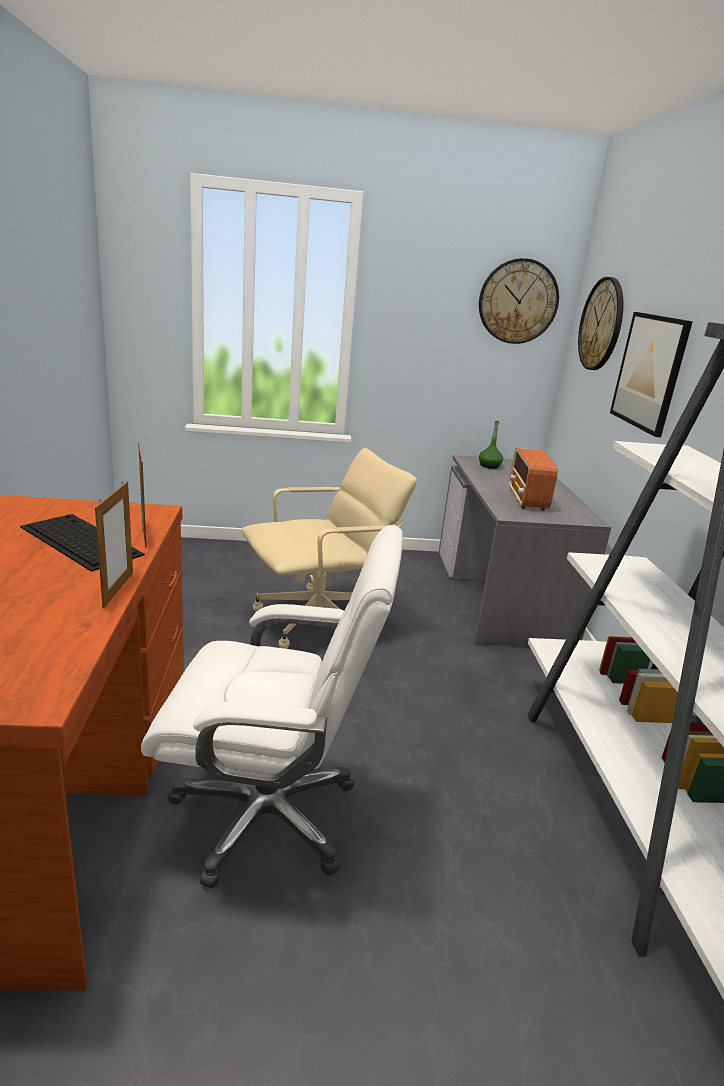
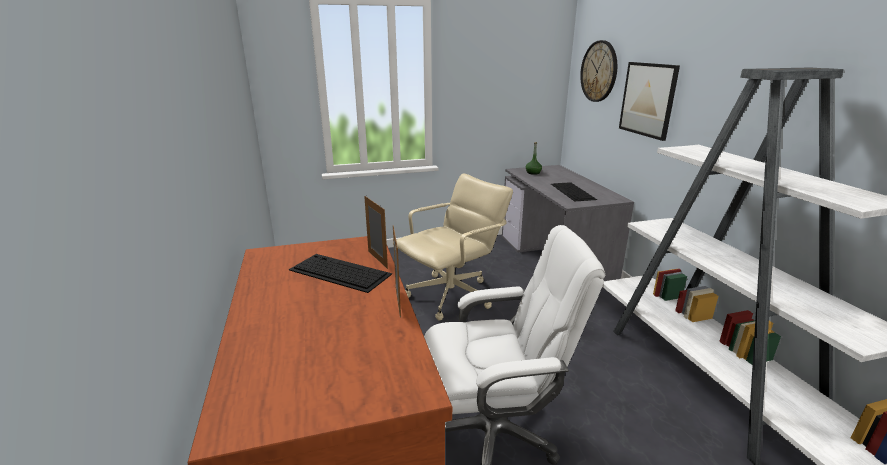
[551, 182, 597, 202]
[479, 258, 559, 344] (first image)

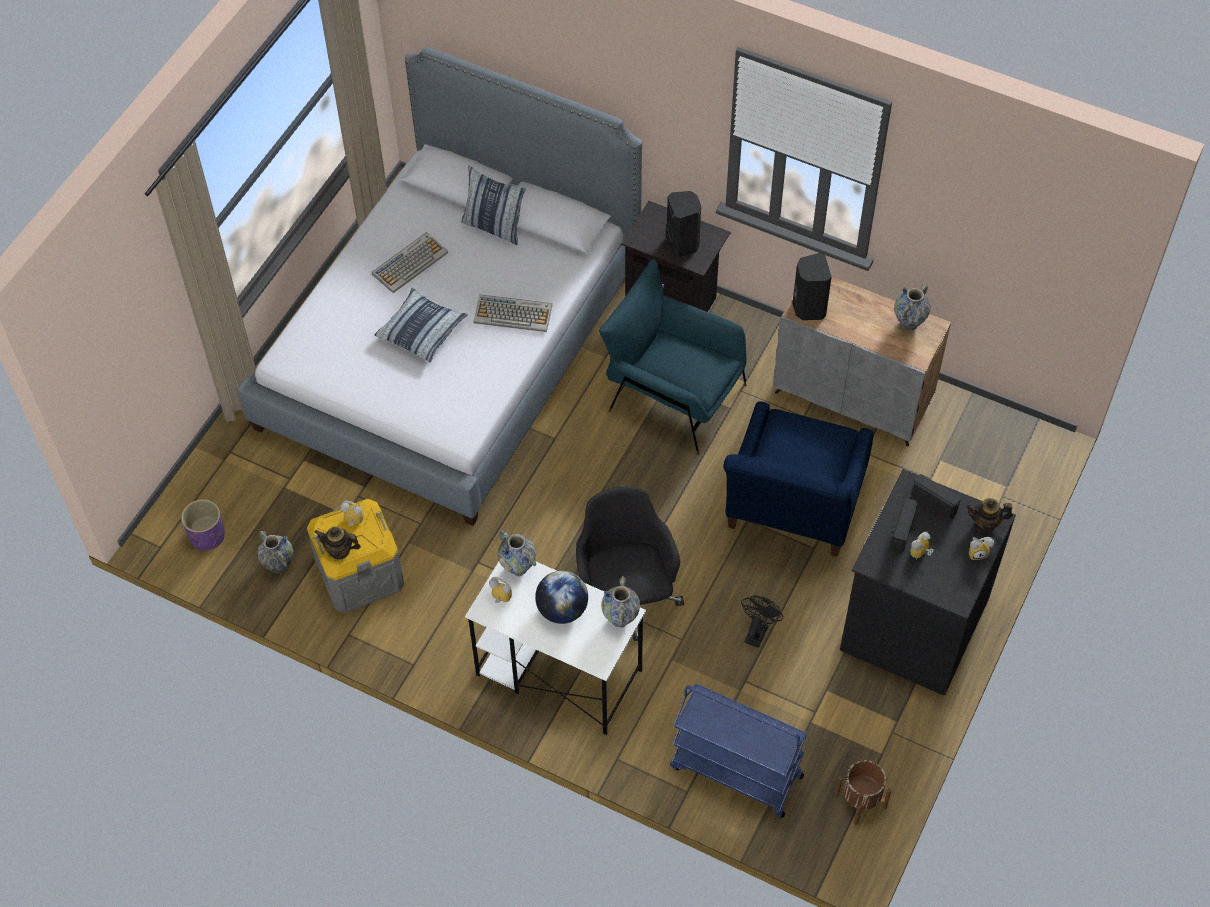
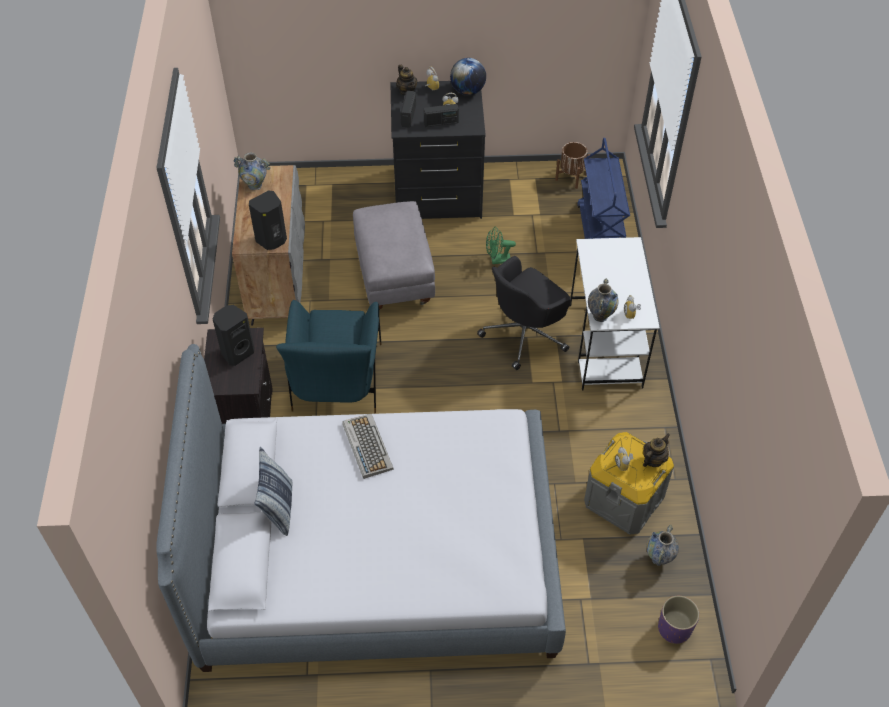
[353, 201, 435, 310]
[450, 58, 486, 95]
[486, 226, 516, 264]
[643, 434, 670, 467]
[372, 232, 448, 293] (first image)
[375, 288, 468, 362] (first image)
[601, 576, 640, 628] (first image)

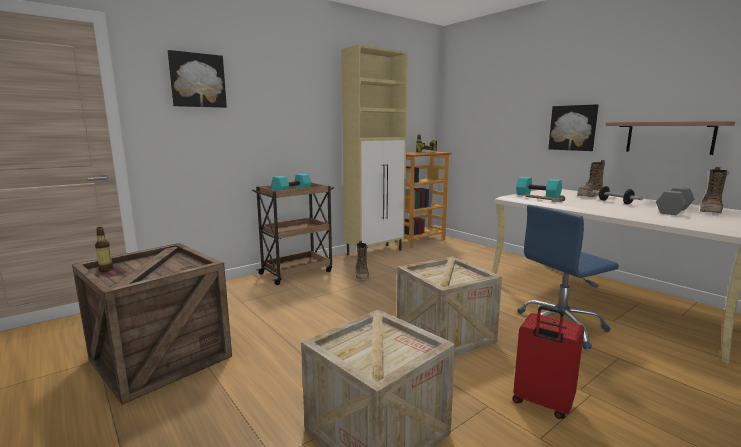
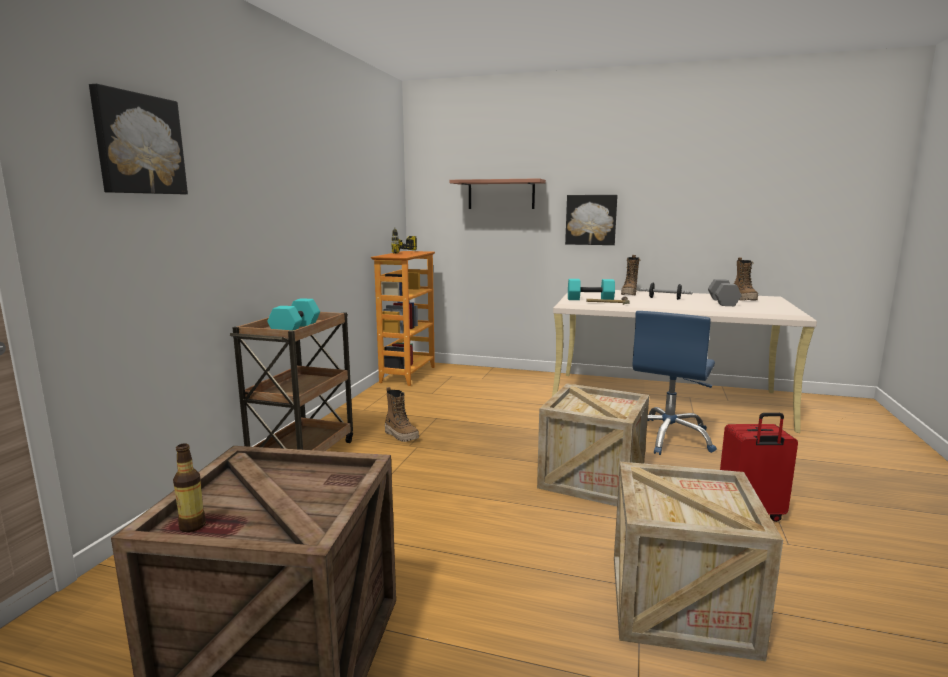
[449, 178, 546, 209]
[341, 45, 408, 255] (first image)

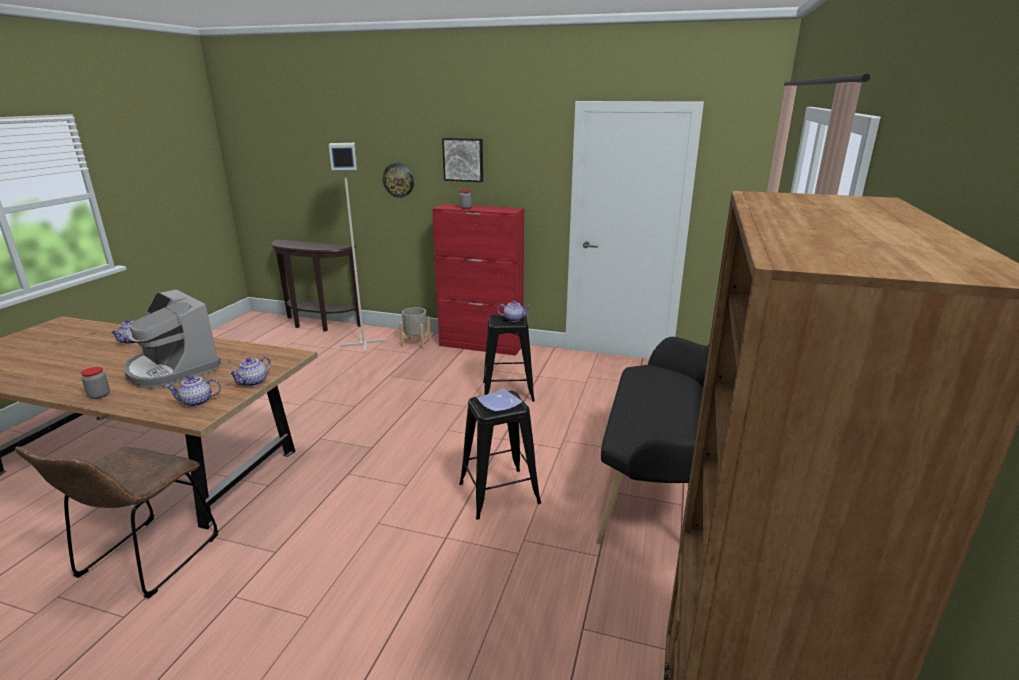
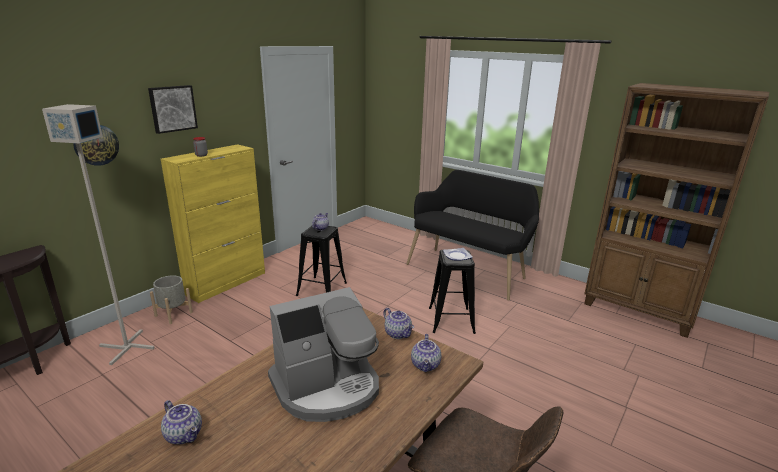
[161, 144, 265, 303]
[81, 367, 110, 399] (first image)

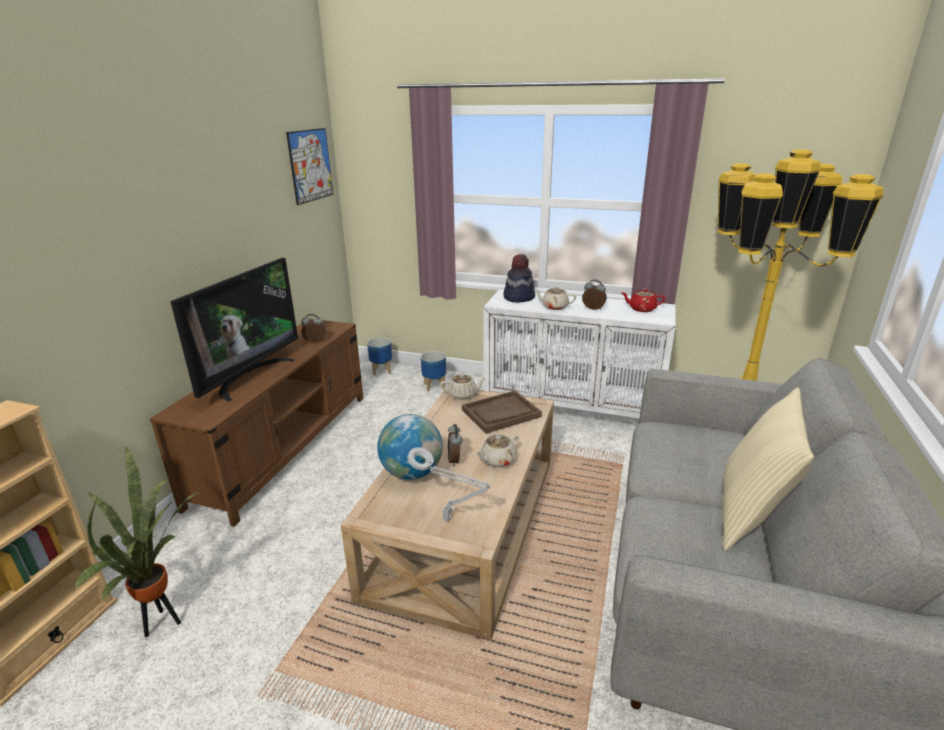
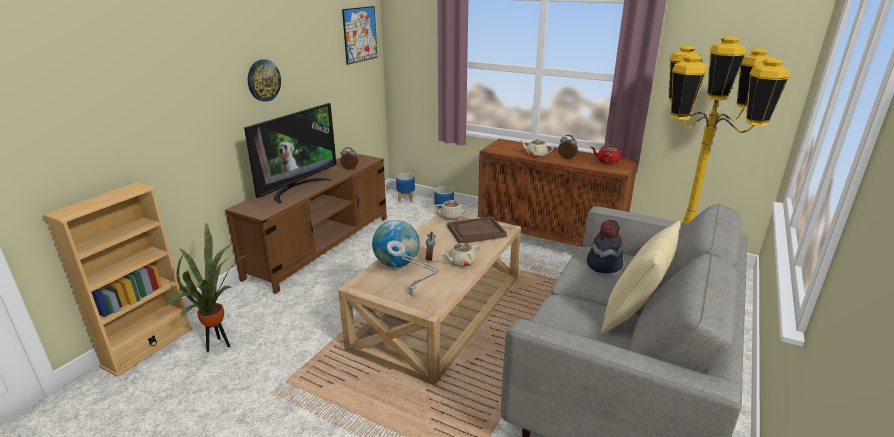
[248, 59, 281, 102]
[478, 139, 638, 247]
[587, 220, 623, 273]

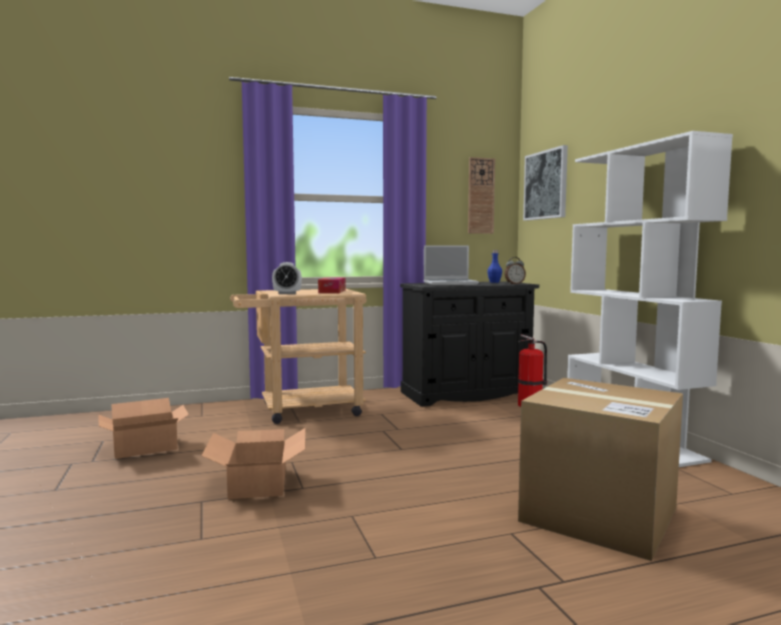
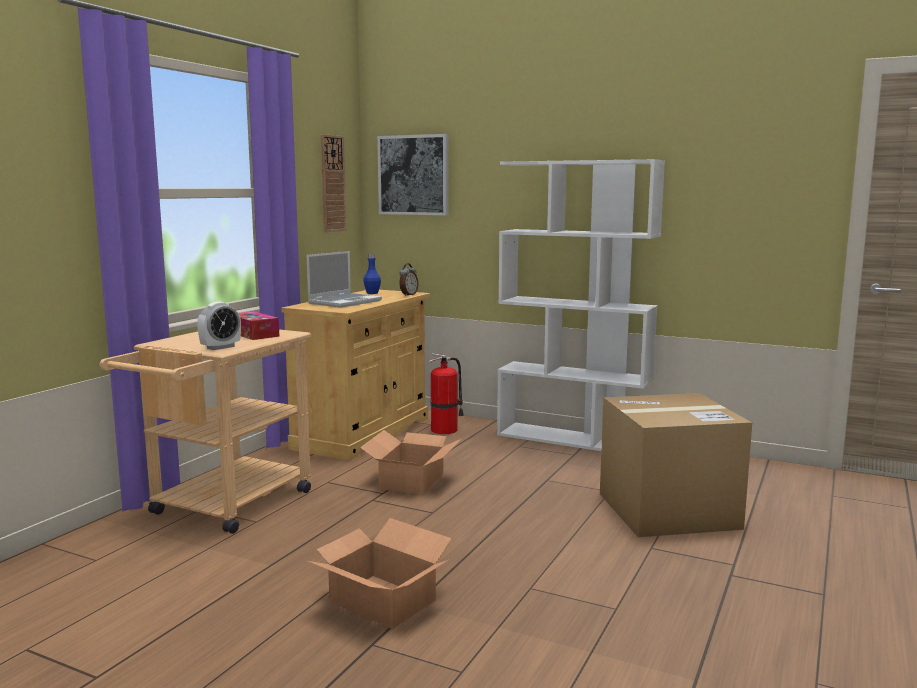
[281, 290, 430, 461]
[360, 430, 461, 494]

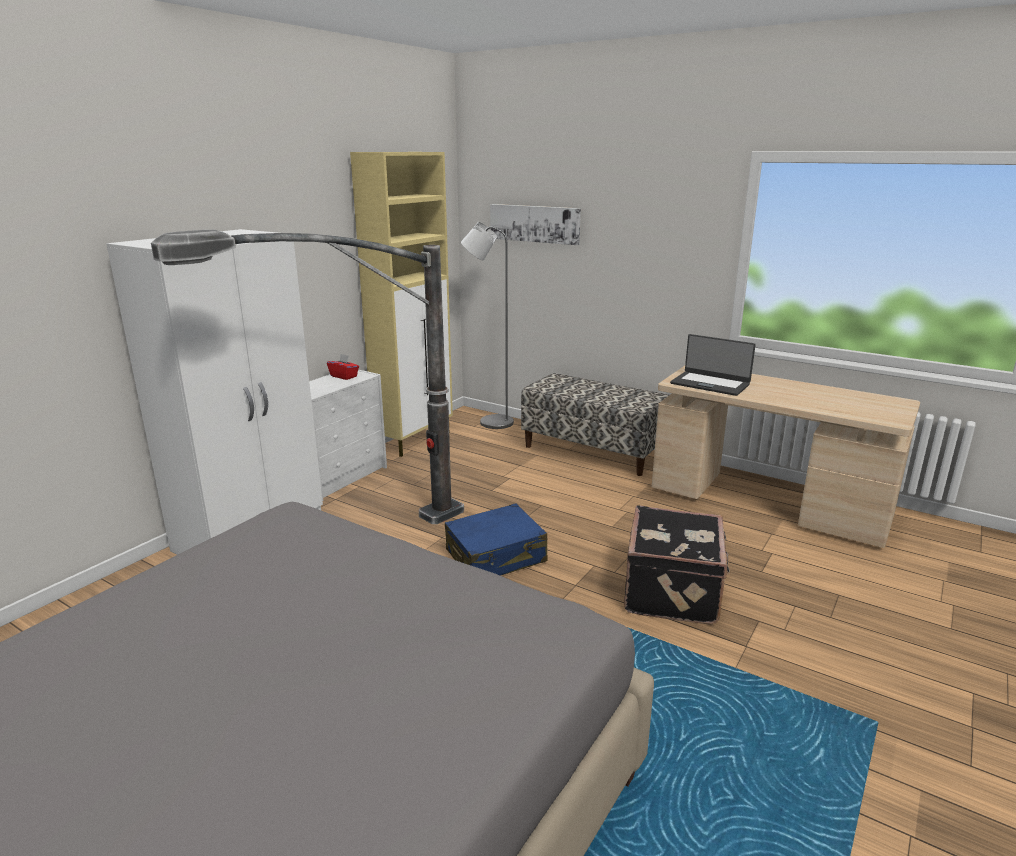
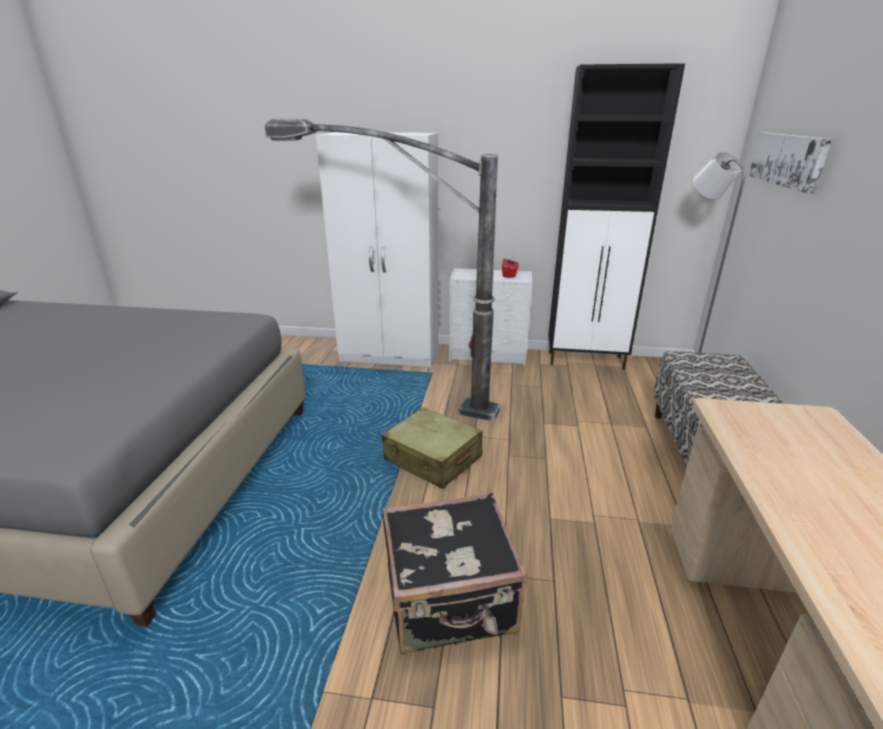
[382, 407, 483, 489]
[548, 63, 685, 370]
[670, 334, 756, 396] (first image)

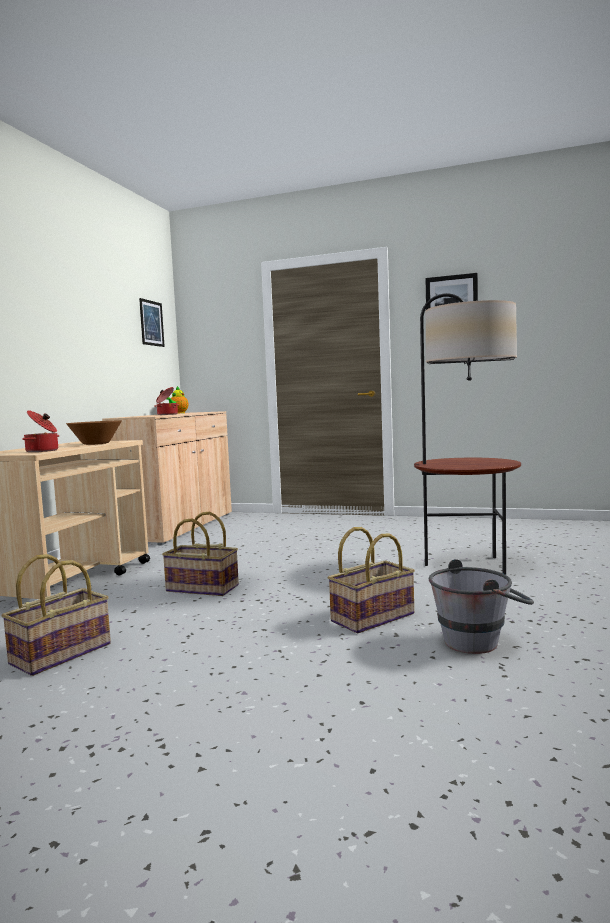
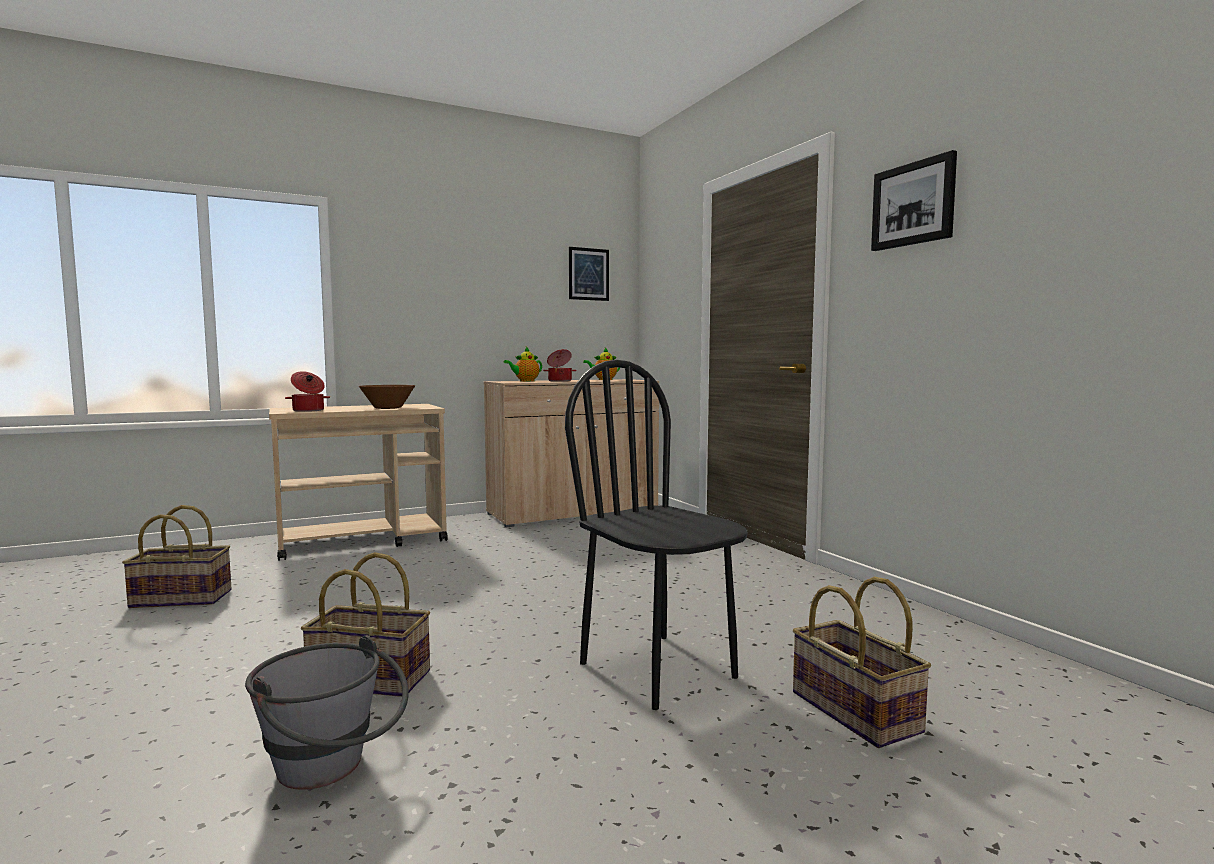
[504, 347, 542, 381]
[565, 360, 748, 710]
[793, 576, 931, 748]

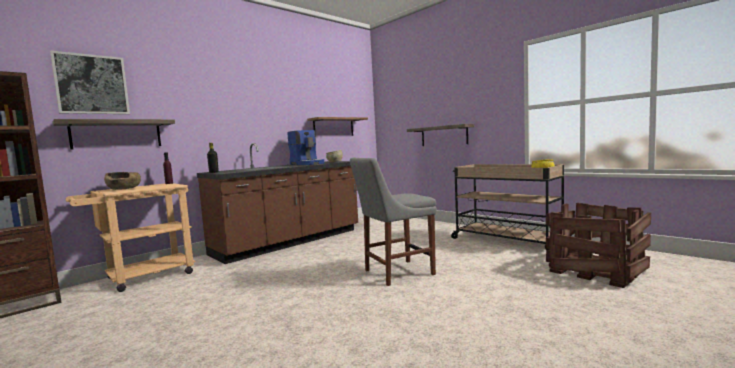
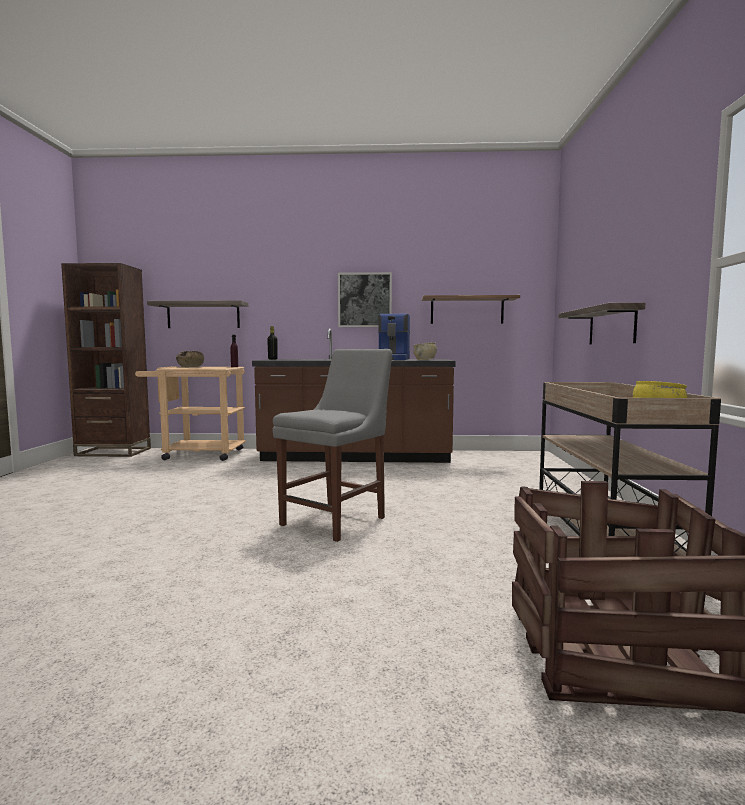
[272, 349, 392, 542]
[338, 272, 392, 327]

